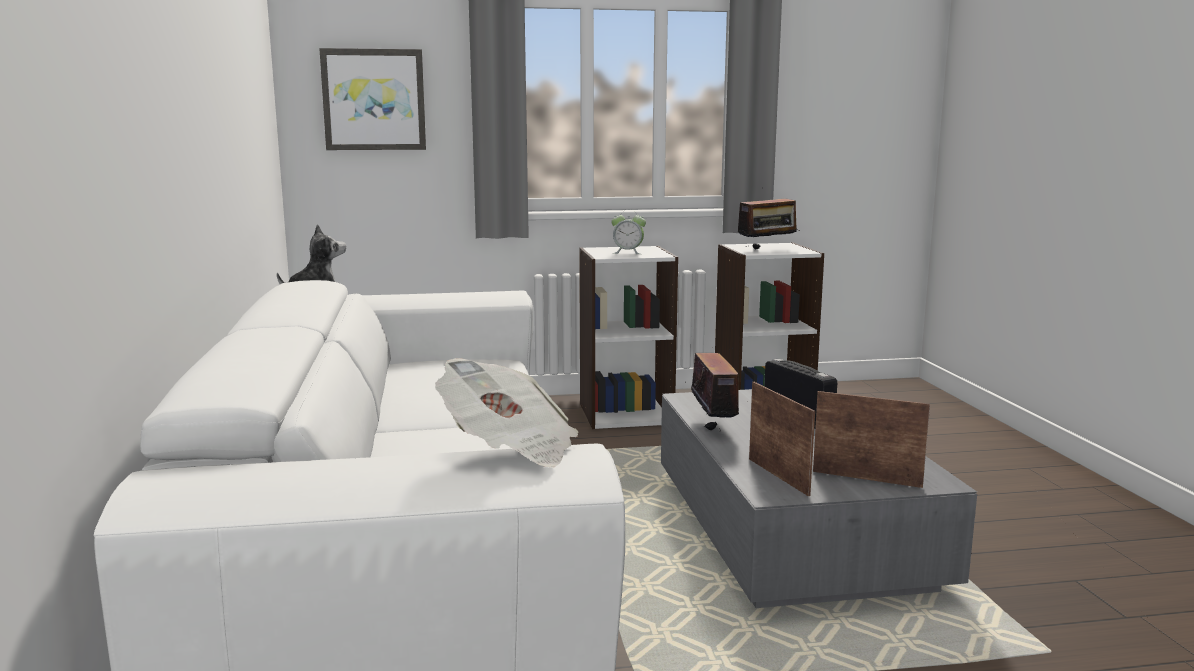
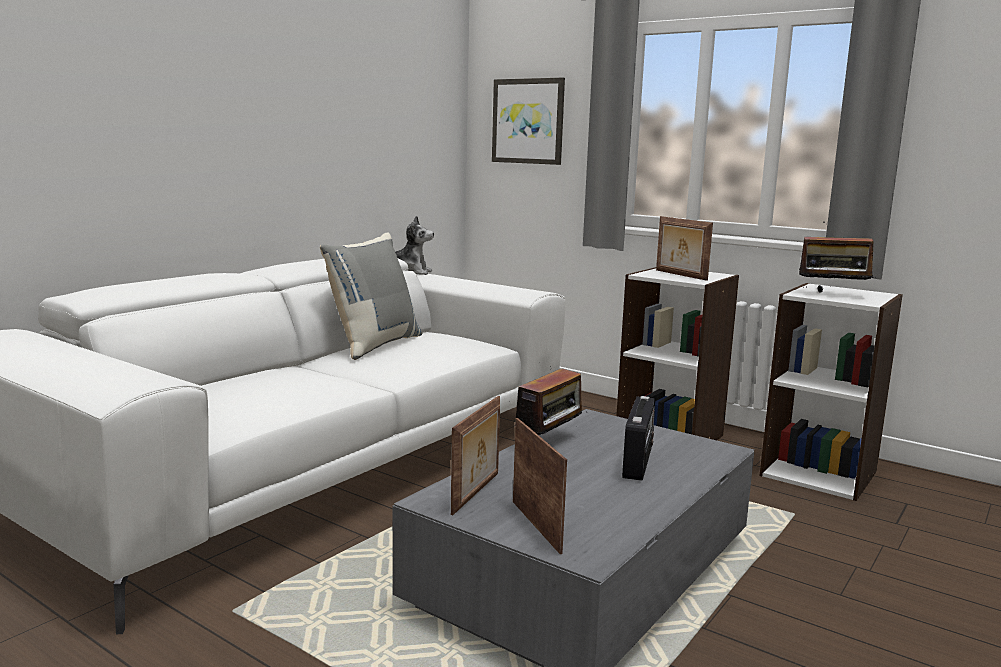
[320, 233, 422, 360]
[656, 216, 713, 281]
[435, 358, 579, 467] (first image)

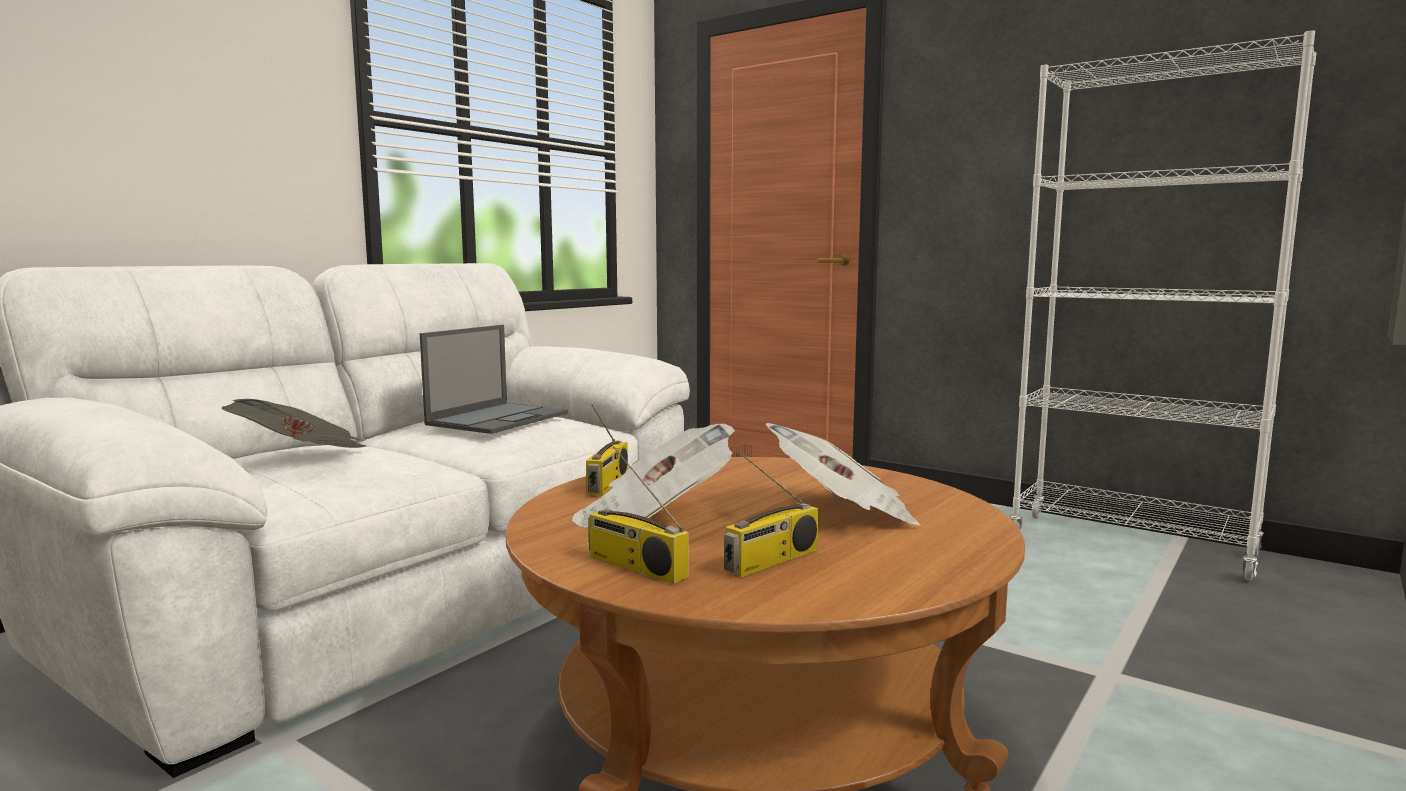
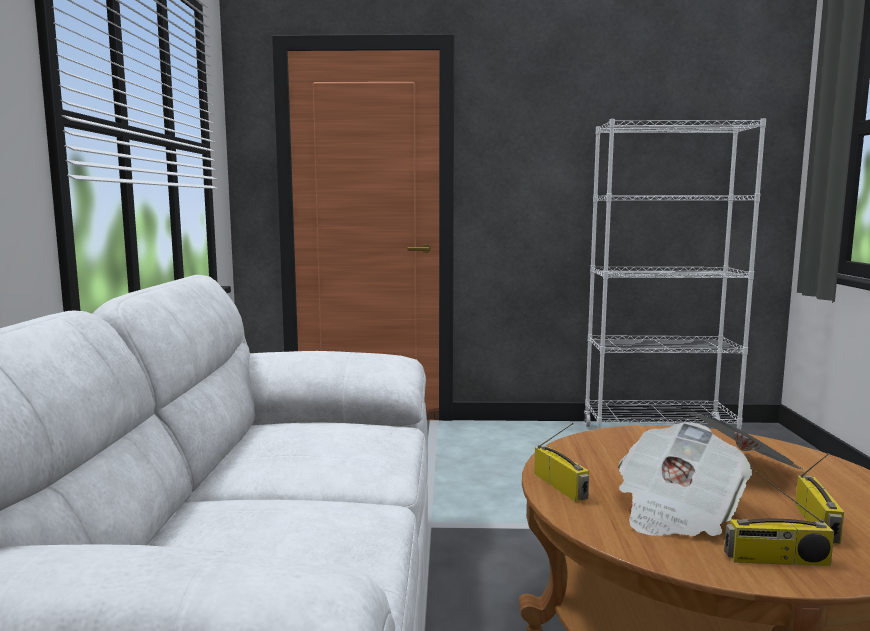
[222, 399, 366, 448] (first image)
[420, 325, 568, 434] (first image)

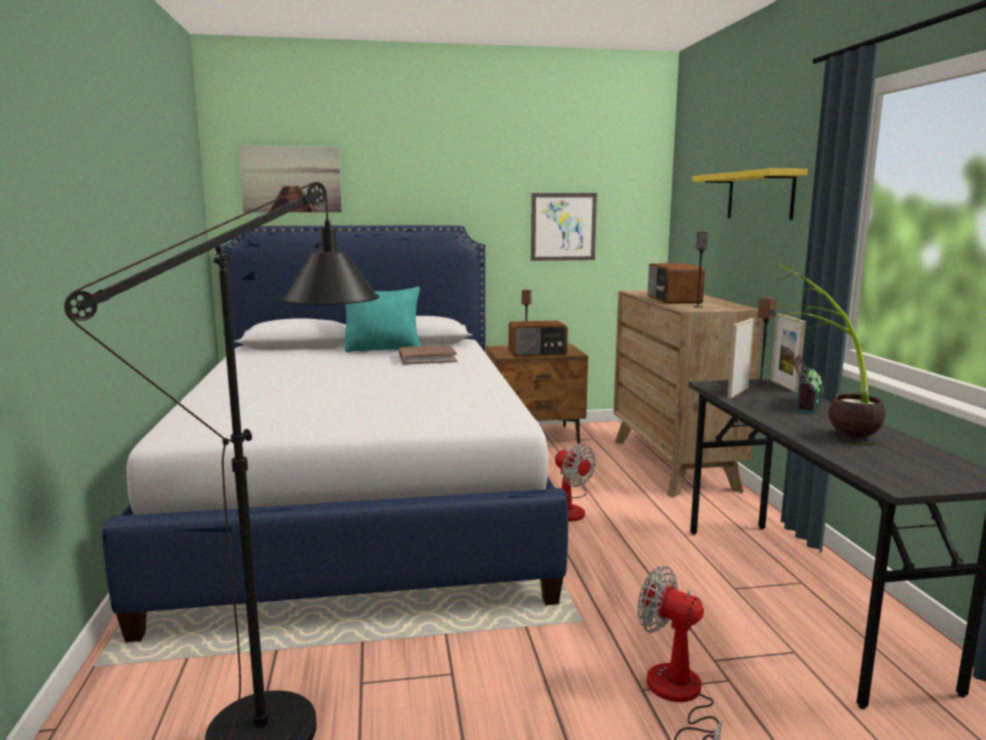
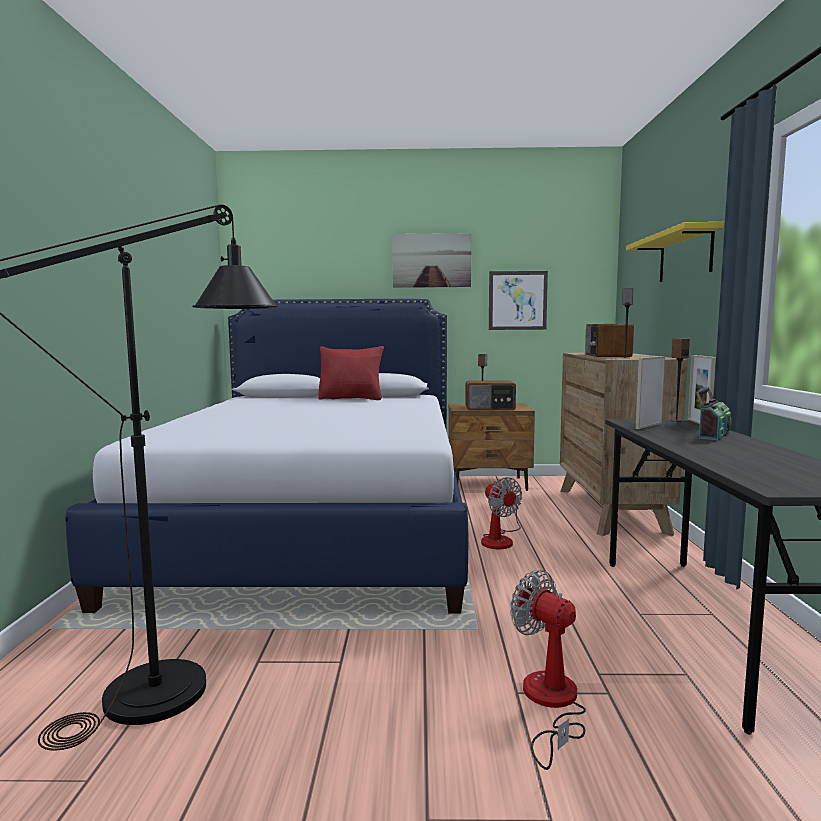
[318, 346, 384, 400]
[392, 233, 471, 288]
[399, 345, 457, 365] (first image)
[768, 263, 886, 445] (first image)

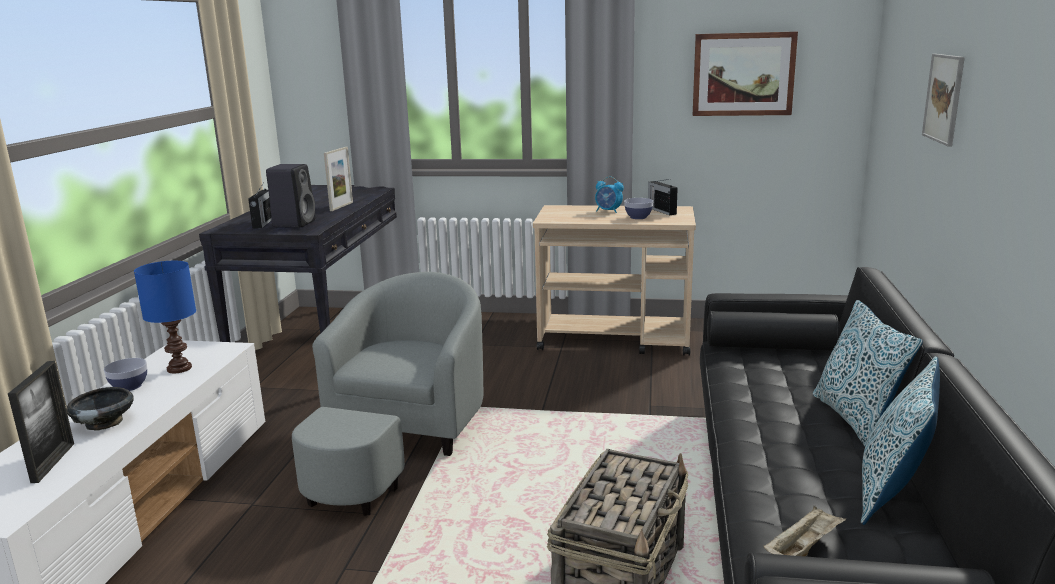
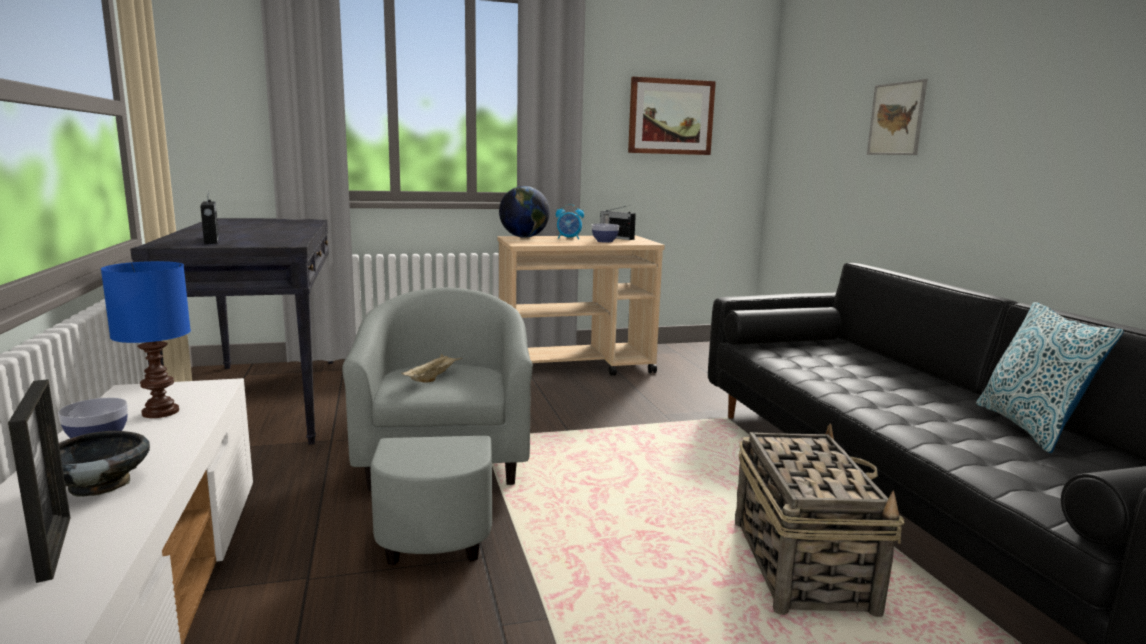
[401, 354, 462, 383]
[499, 186, 550, 238]
[266, 164, 316, 228] (first image)
[324, 147, 353, 211] (first image)
[813, 300, 923, 446] (first image)

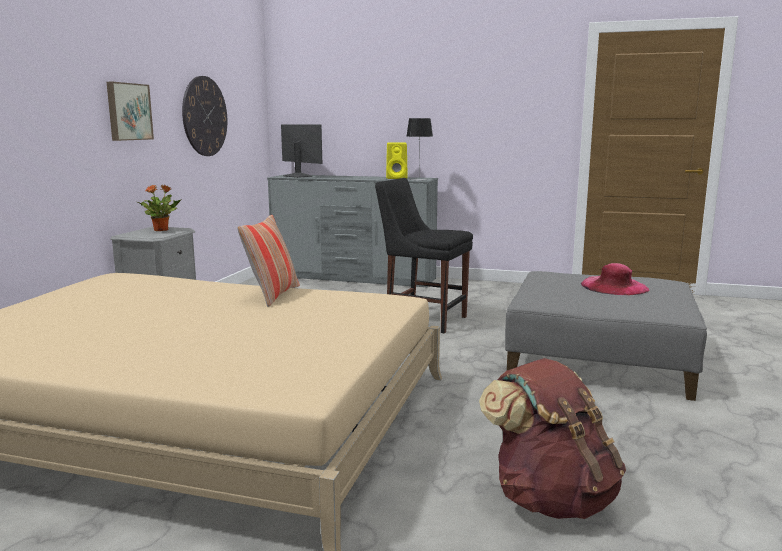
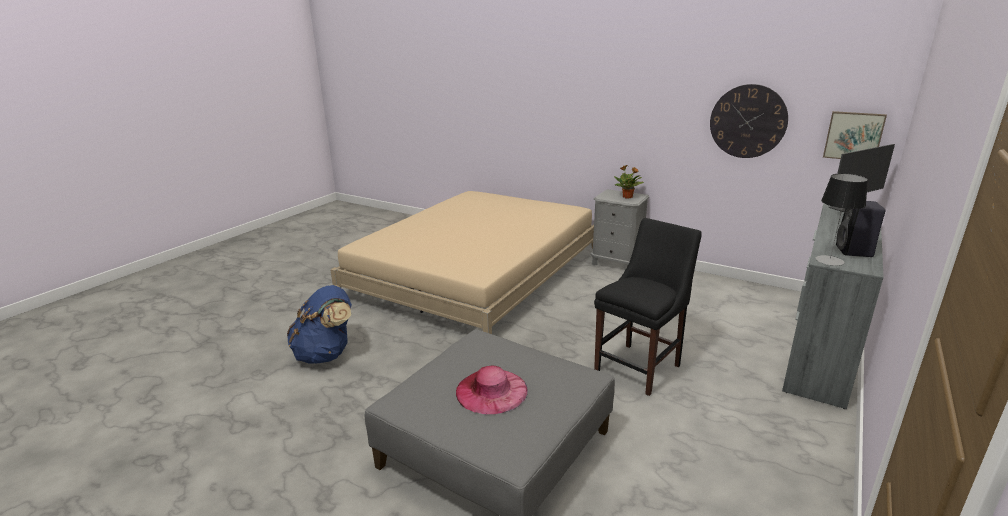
[287, 285, 352, 364]
[823, 111, 887, 159]
[836, 201, 885, 257]
[237, 215, 299, 307] (first image)

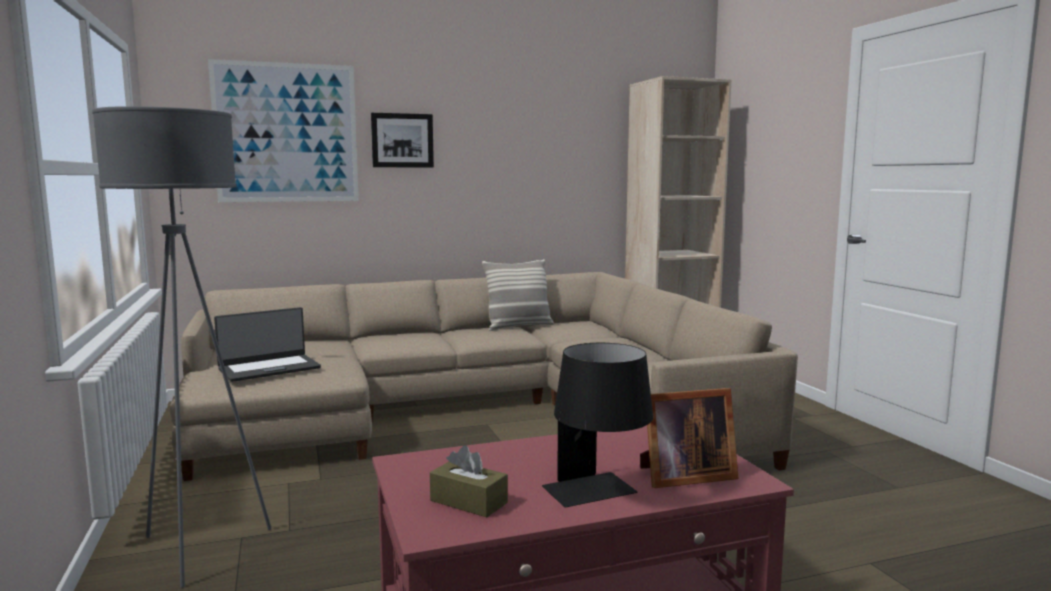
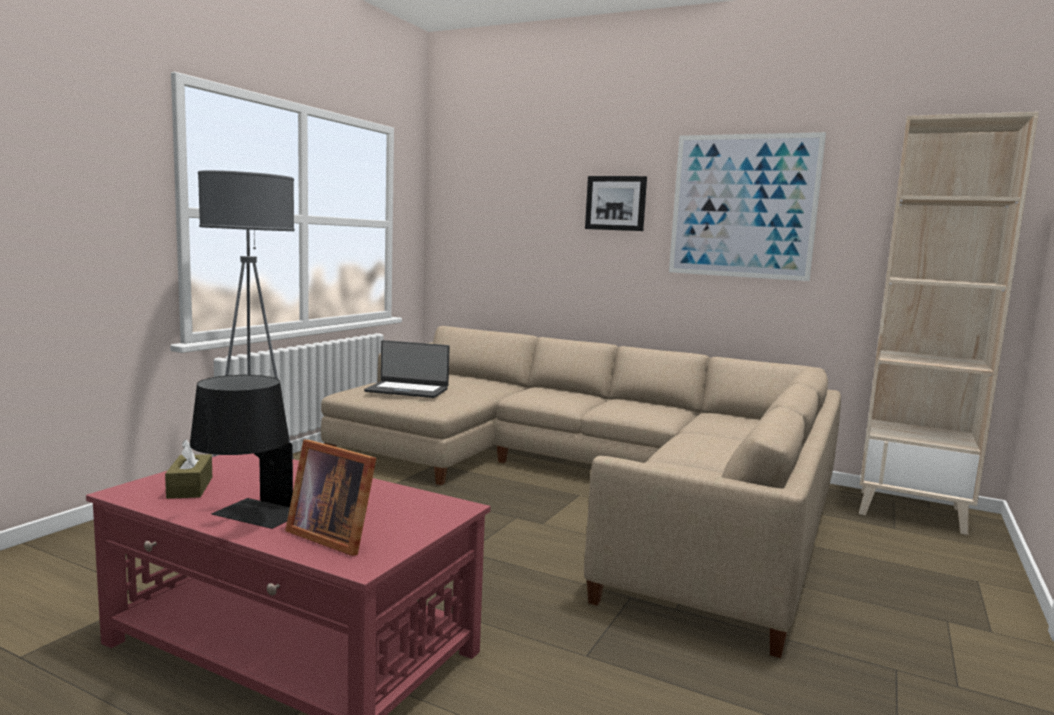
[669, 132, 826, 281]
[482, 259, 554, 331] (first image)

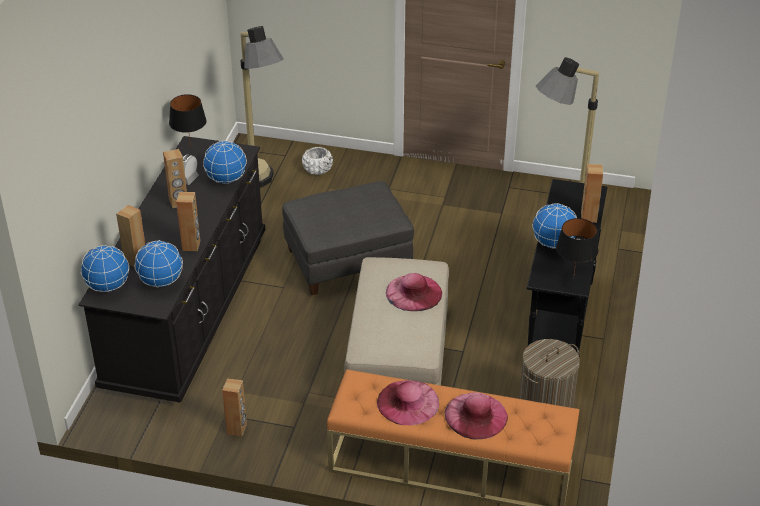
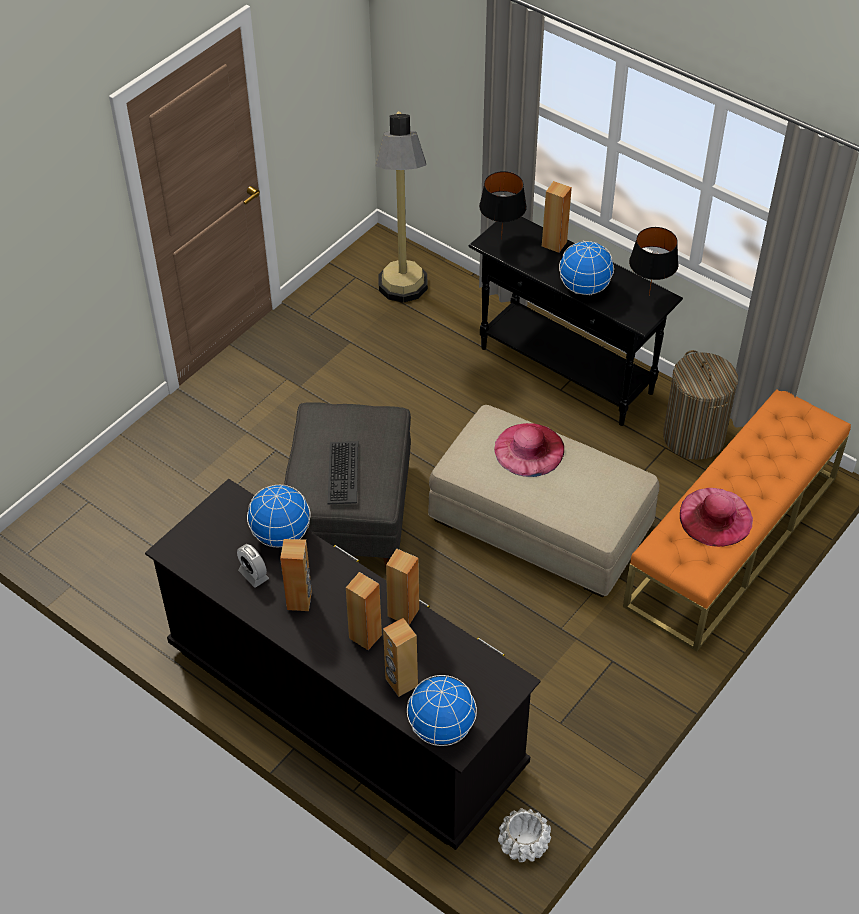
[327, 441, 358, 504]
[346, 572, 382, 650]
[479, 171, 527, 239]
[498, 808, 551, 862]
[135, 240, 183, 288] (first image)
[241, 26, 284, 188] (first image)
[445, 392, 508, 439] (first image)

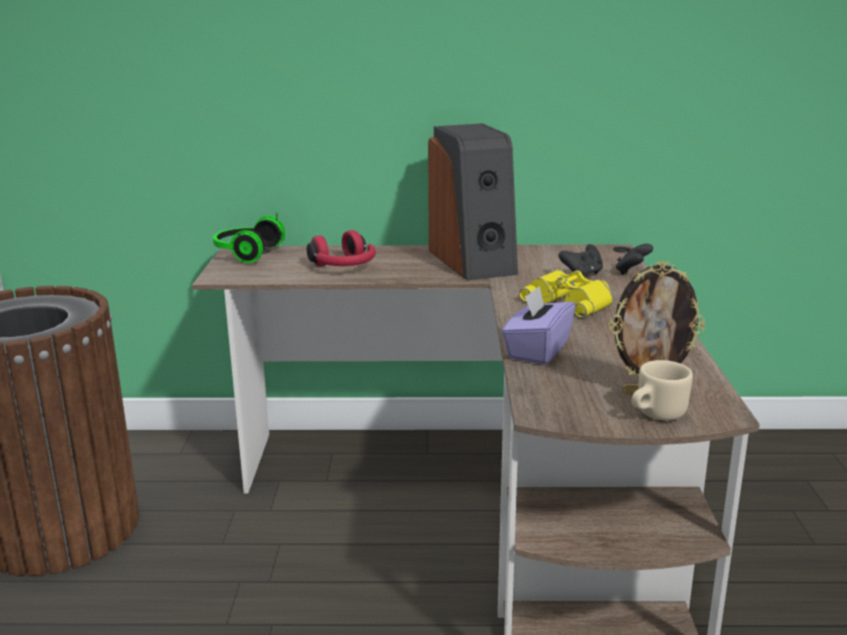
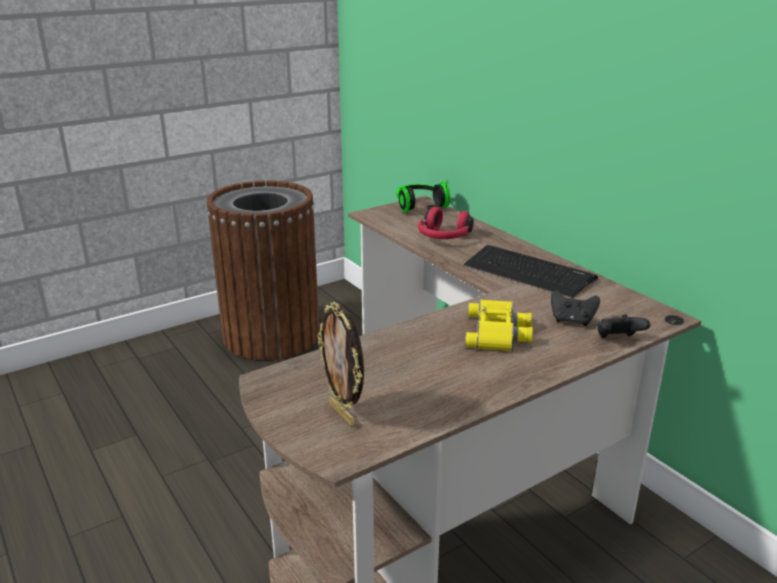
[464, 245, 598, 298]
[502, 286, 575, 365] (first image)
[632, 360, 693, 420] (first image)

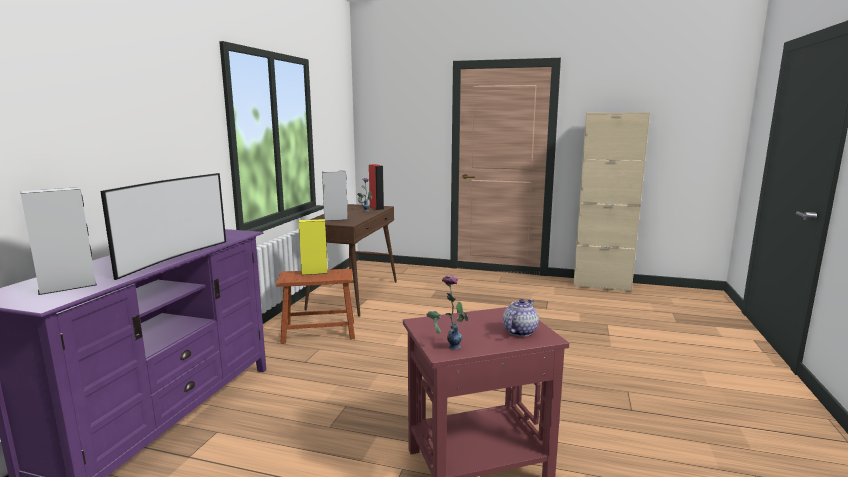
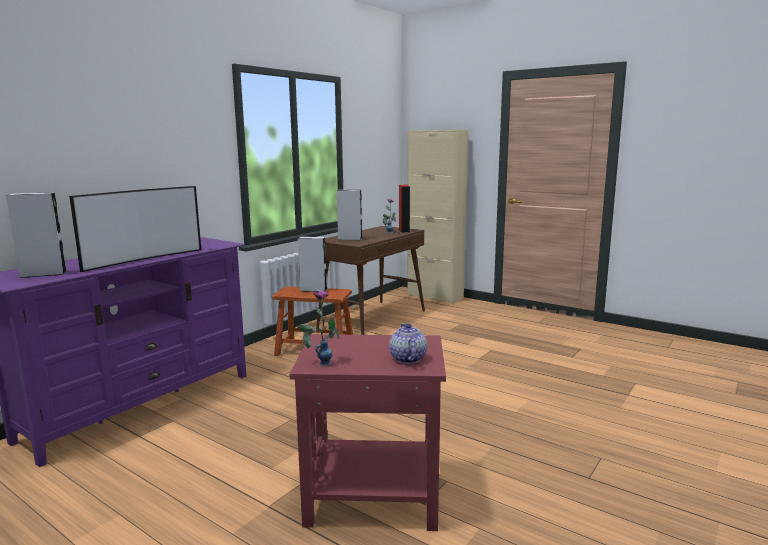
[298, 237, 327, 292]
[389, 323, 427, 364]
[408, 130, 468, 304]

